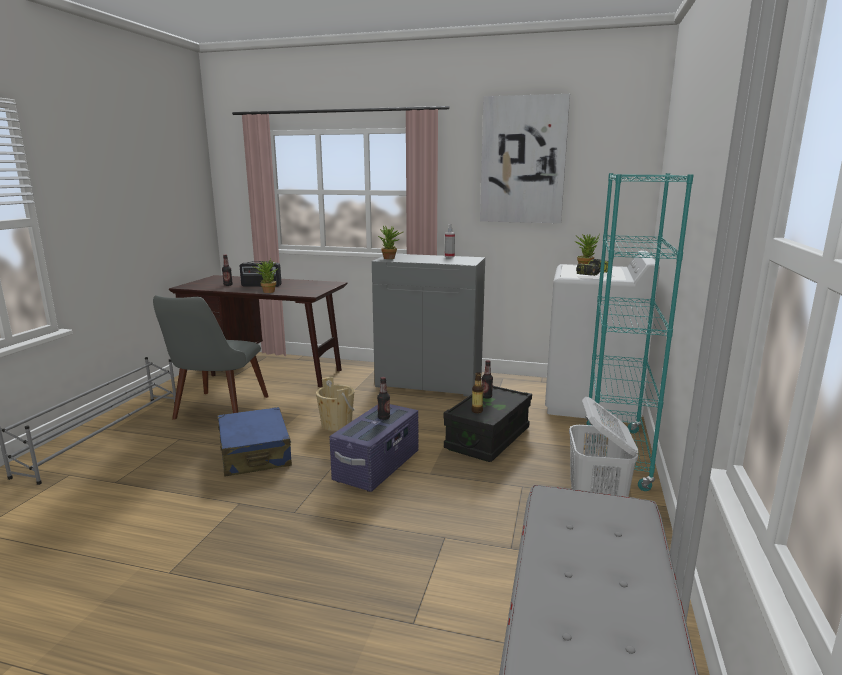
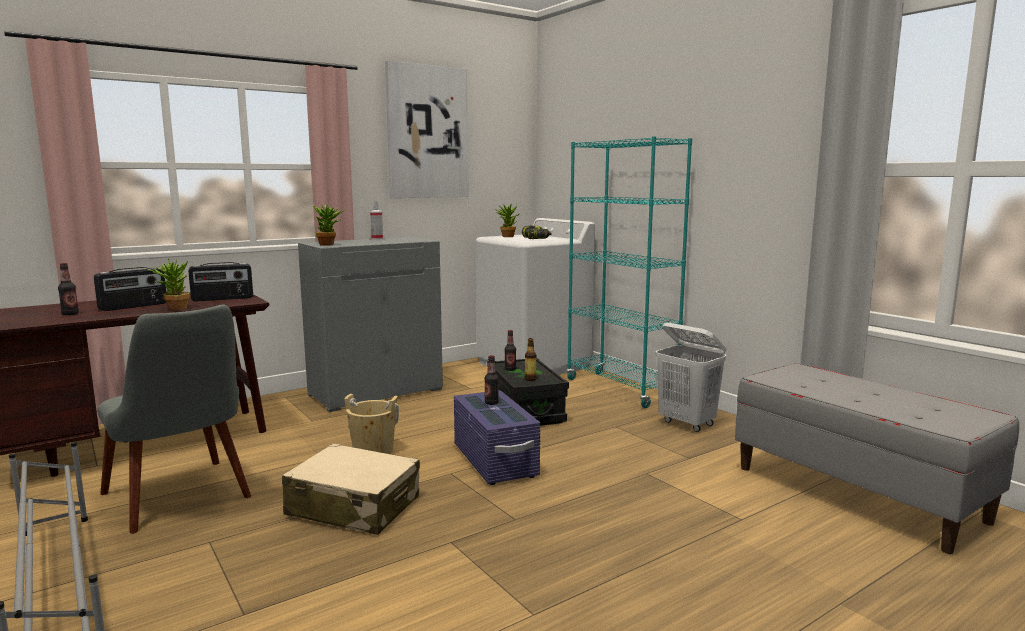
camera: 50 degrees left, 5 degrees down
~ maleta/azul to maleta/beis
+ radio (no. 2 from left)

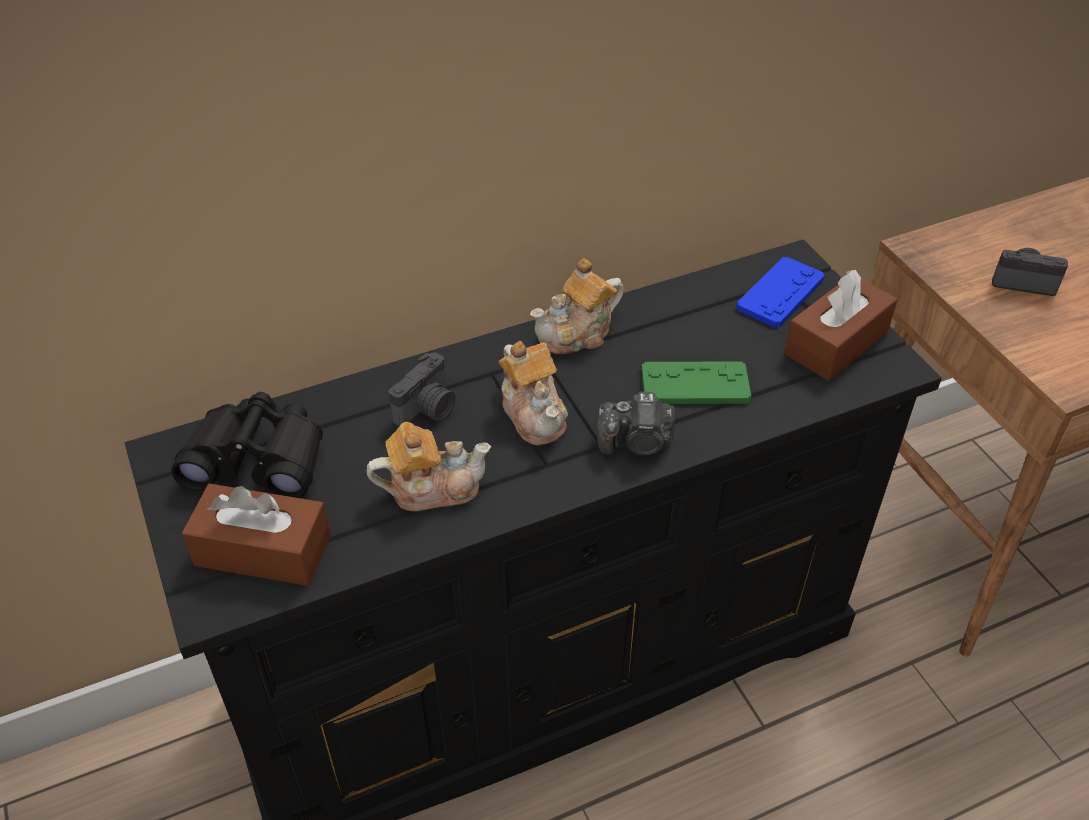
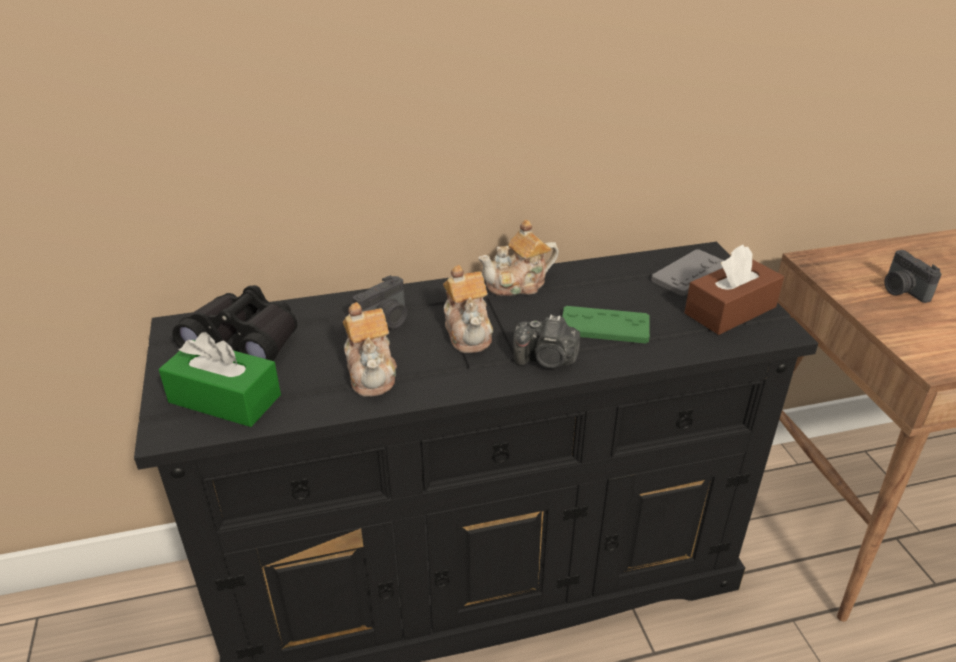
camera: 10 degrees right, 10 degrees down
~ caja de pañuelos/marrón (no. 1 from left) to caja de pañuelos/verde
~ tetera (no. 1 from left) 75 degrees clockwise
~ mando de consola/azul to mando de consola/gris
~ cámara (no. 3 from left) 135 degrees counterclockwise

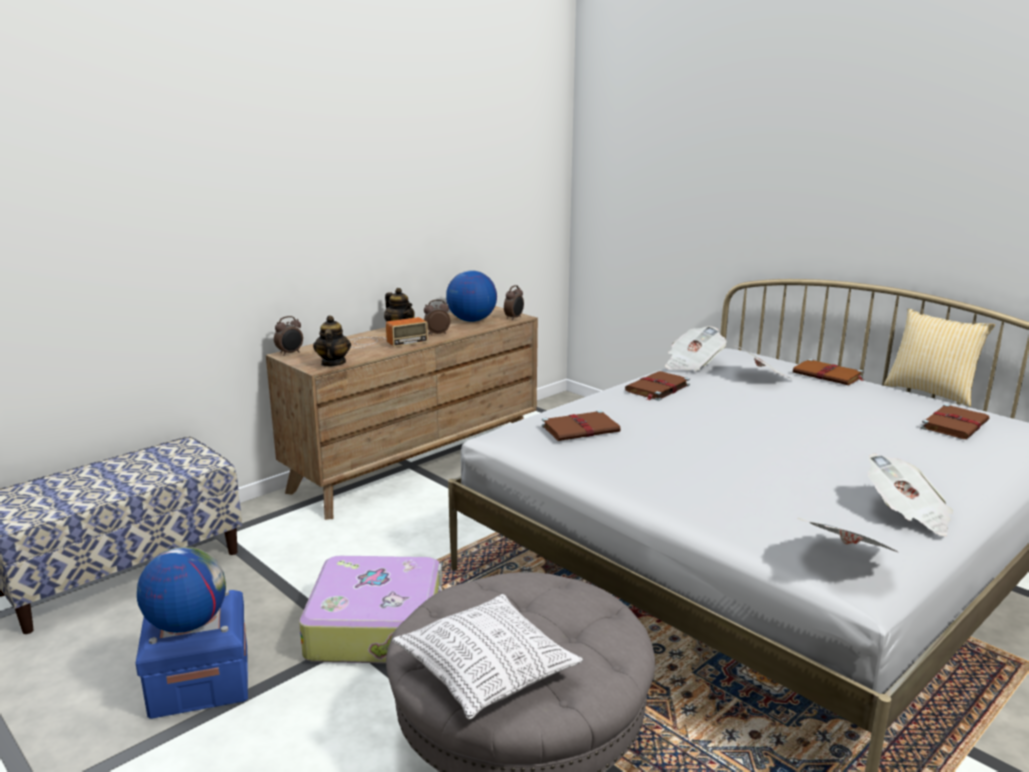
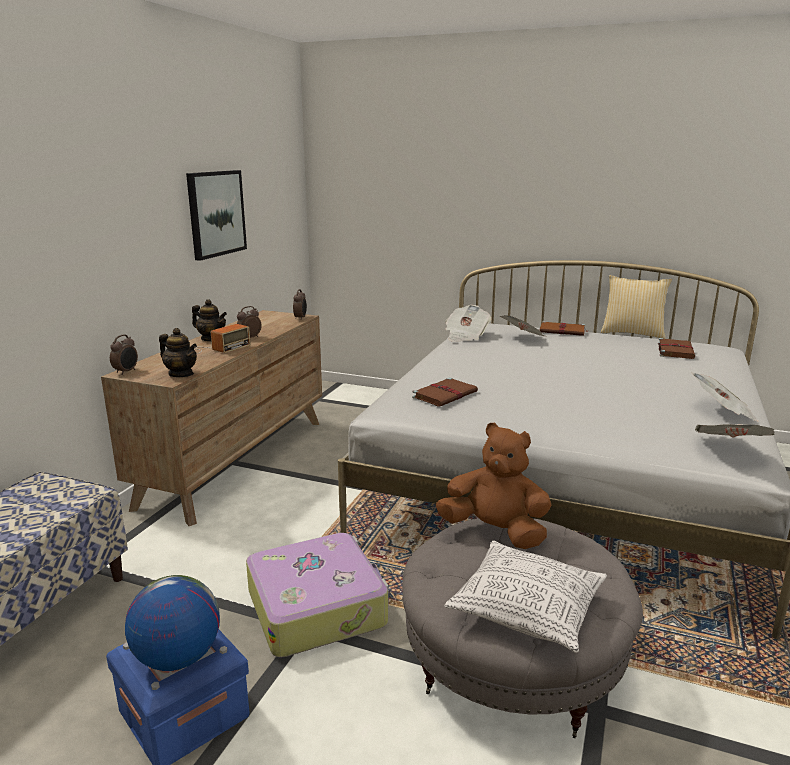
camera: 25 degrees left, 0 degrees up
~ tetera (no. 1 from left) 150 degrees clockwise
- globo terráqueo (no. 2 from left)
- libro/marrón (no. 2 from left)
+ cuadro
+ peluche/marrón

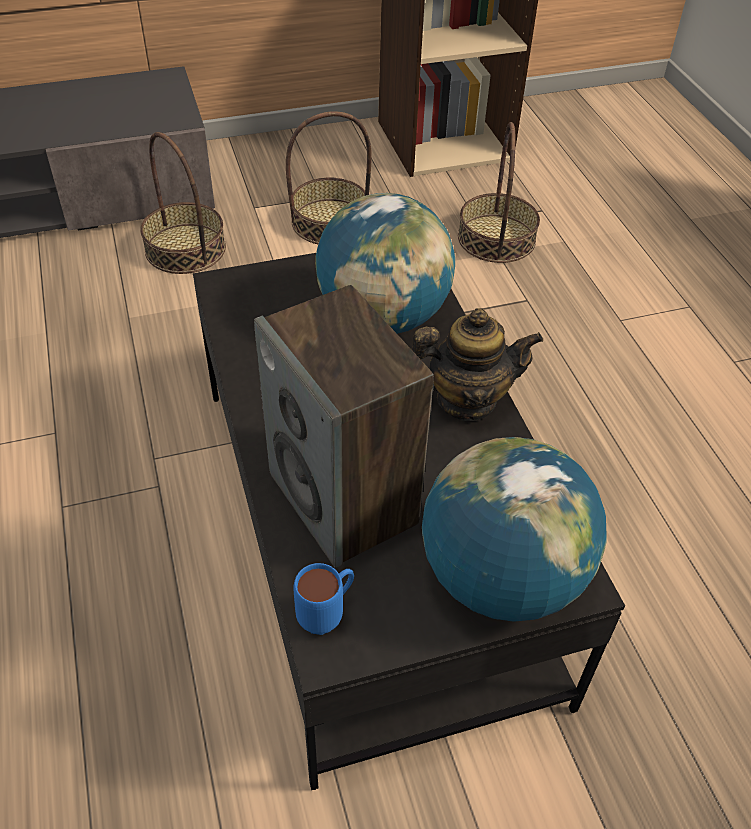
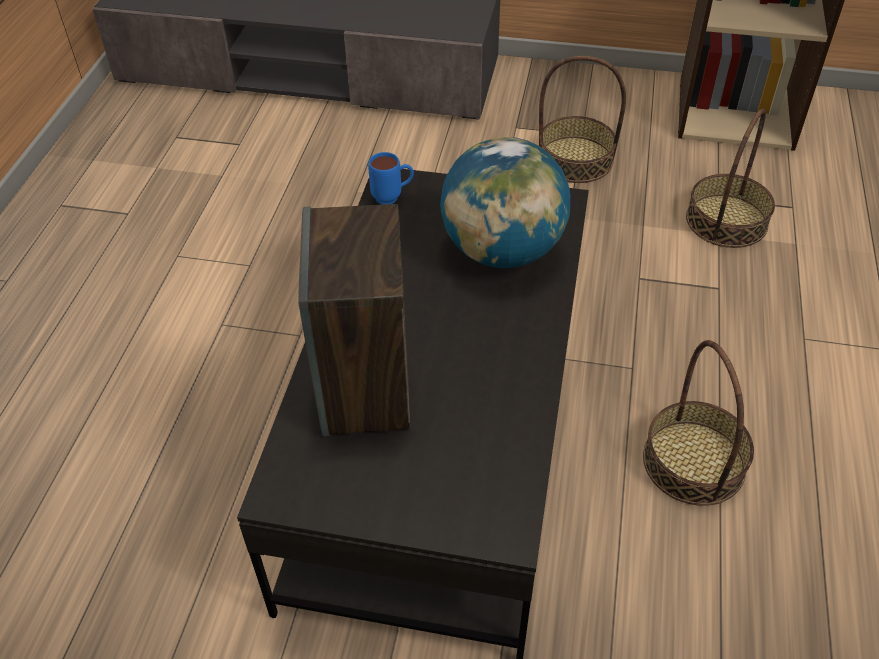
camera: 30 degrees right, 0 degrees up
~ cesta (no. 1 from left in the first image) to cesta (no. 2 from left)
~ taza grande/azul
- tetera
- globo terráqueo (no. 2 from left)

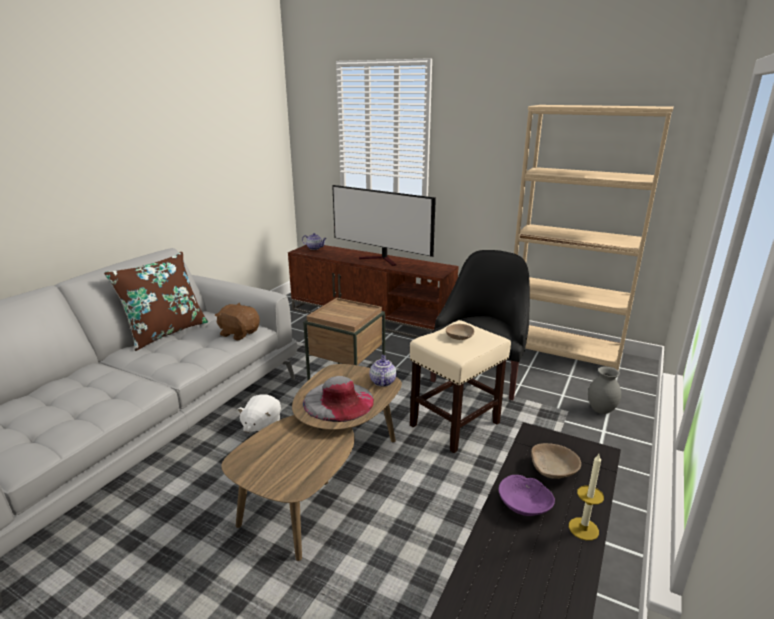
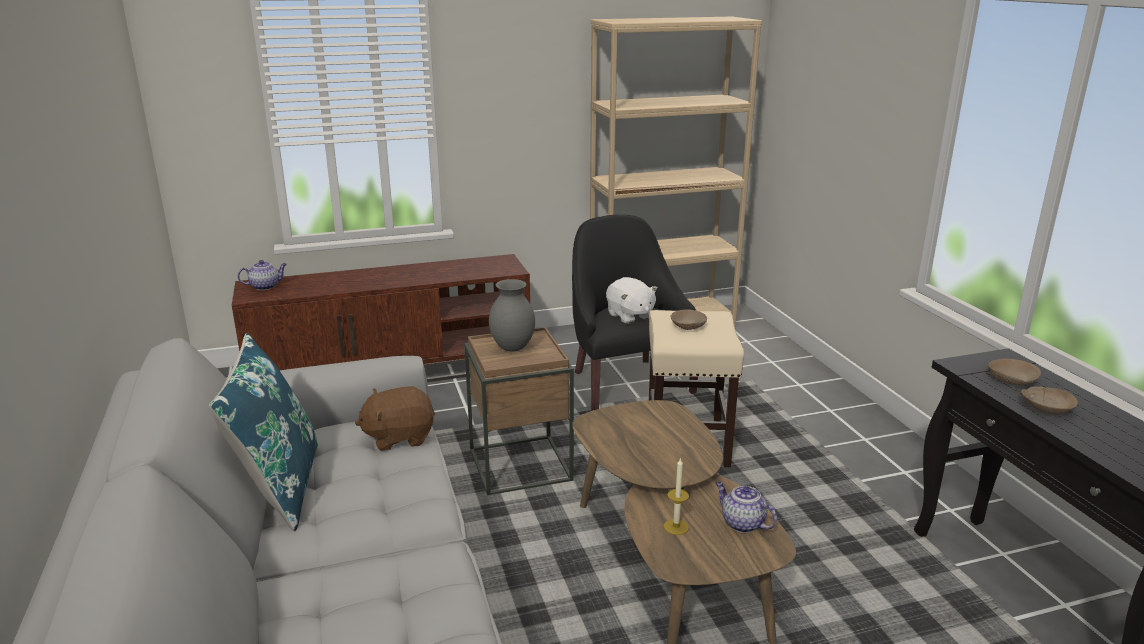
camera: 45 degrees left, 0 degrees up
~ cojín/marrón to cojín/azul
~ peluche/blanco
- sombrero/gris
- televisor
~ tetera (no. 2 from left)
~ cuenco/morado to cuenco/beis (no. 3 from left)
~ vela
~ florero/gris

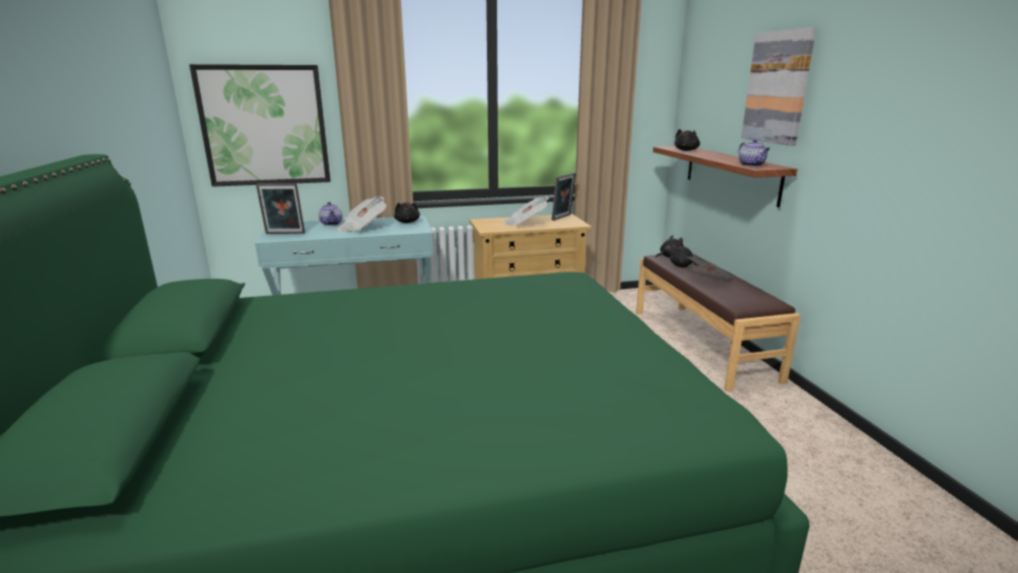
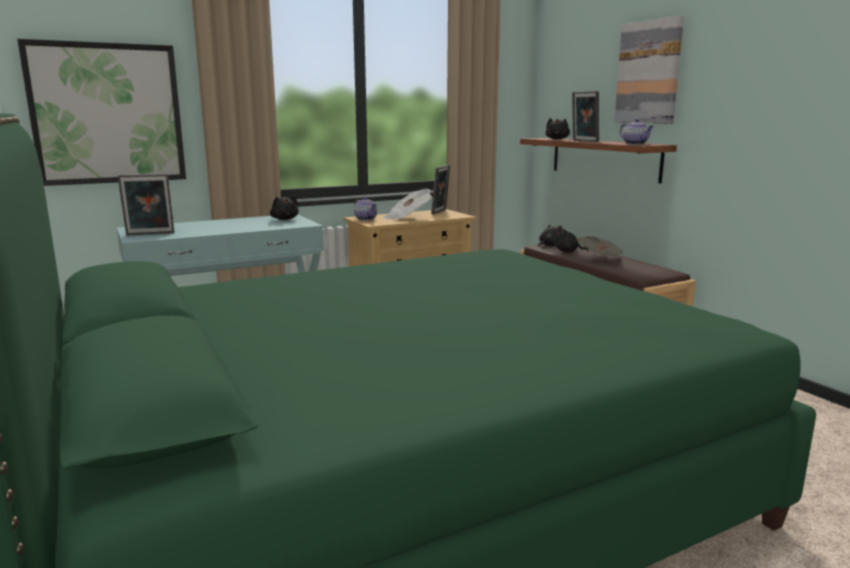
camera: 15 degrees left, 5 degrees down
~ tetera (no. 1 from left)
- periódico (no. 1 from left)
+ portarretratos (no. 3 from left)

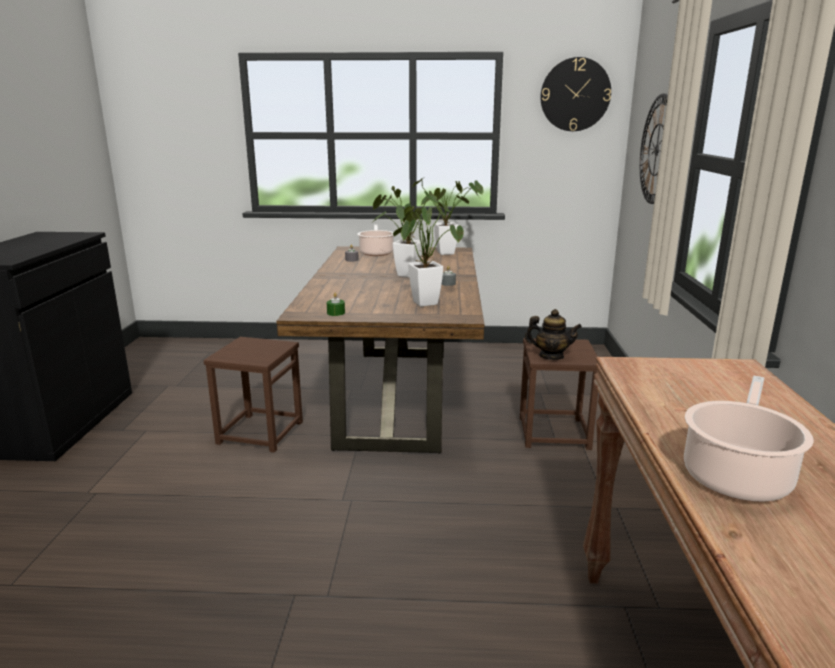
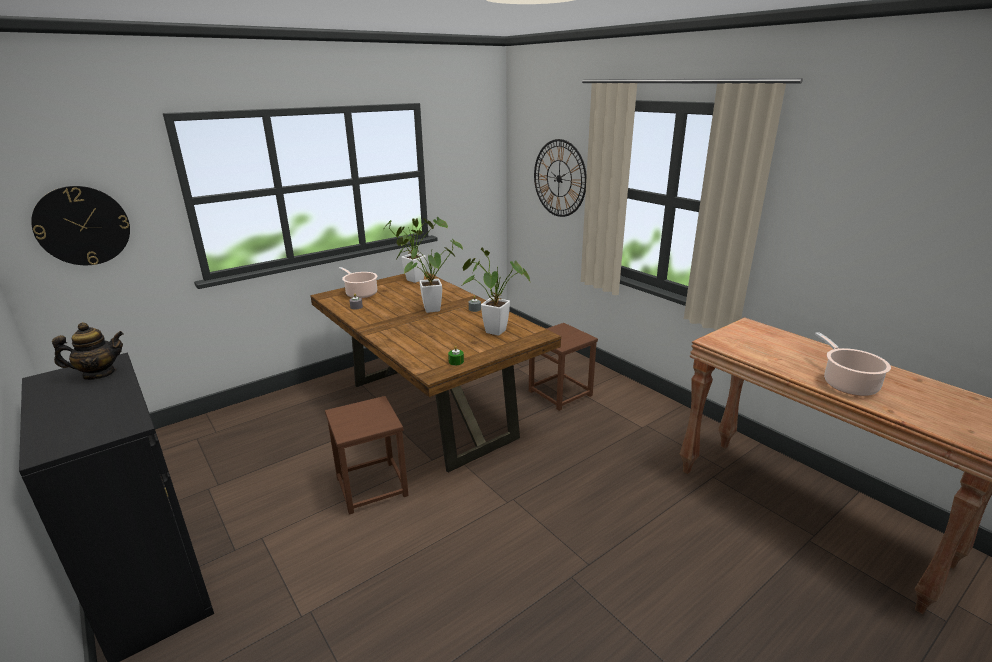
camera: 40 degrees left, 5 degrees up
~ tetera
~ reloj de pared (no. 1 from left)

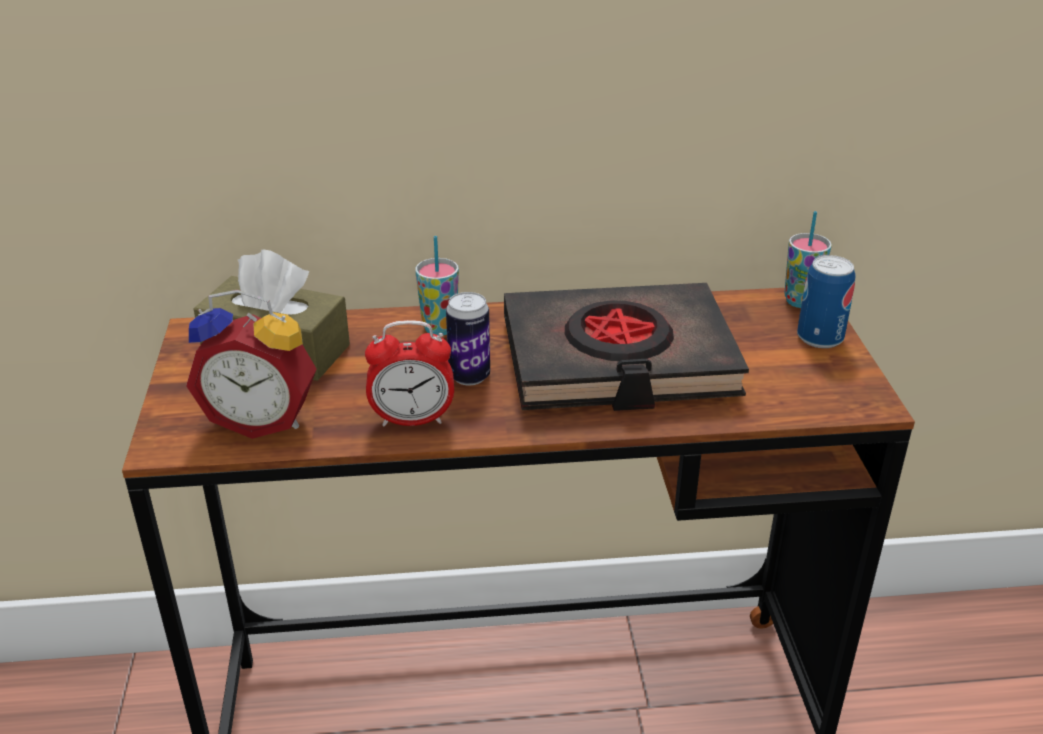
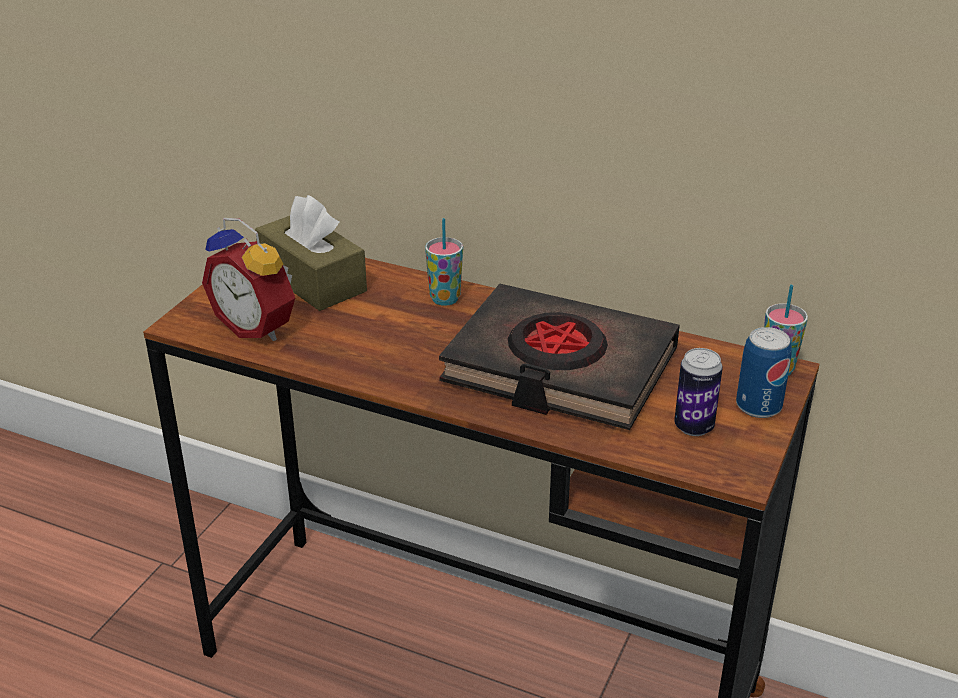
camera: 30 degrees right, 0 degrees up
- despertador (no. 2 from left)
~ lata (no. 1 from left)

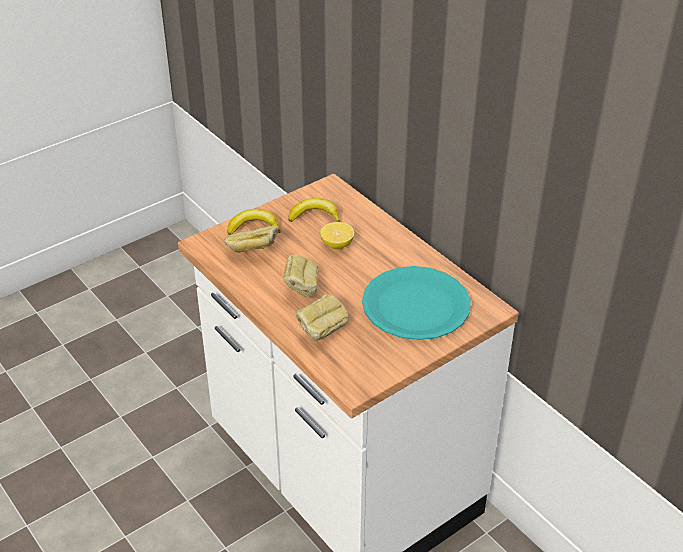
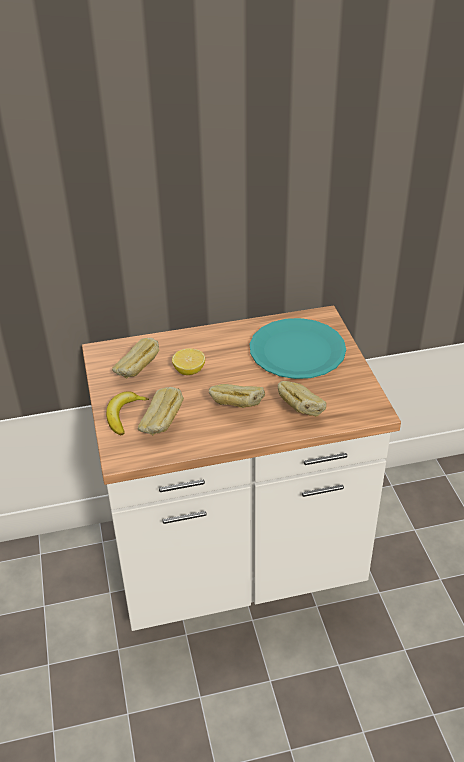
camera: 65 degrees left, 0 degrees up
~ plátano (no. 2 from left) to pan (no. 1 from left)

